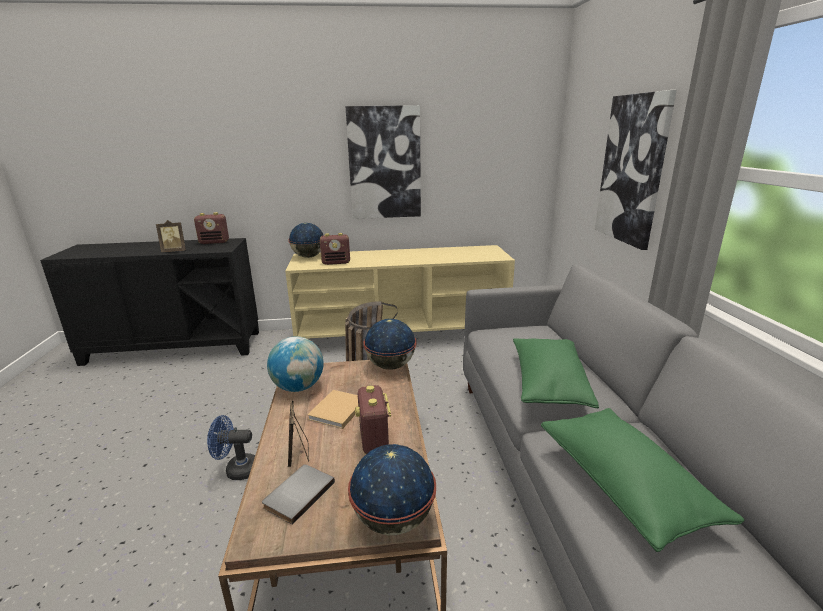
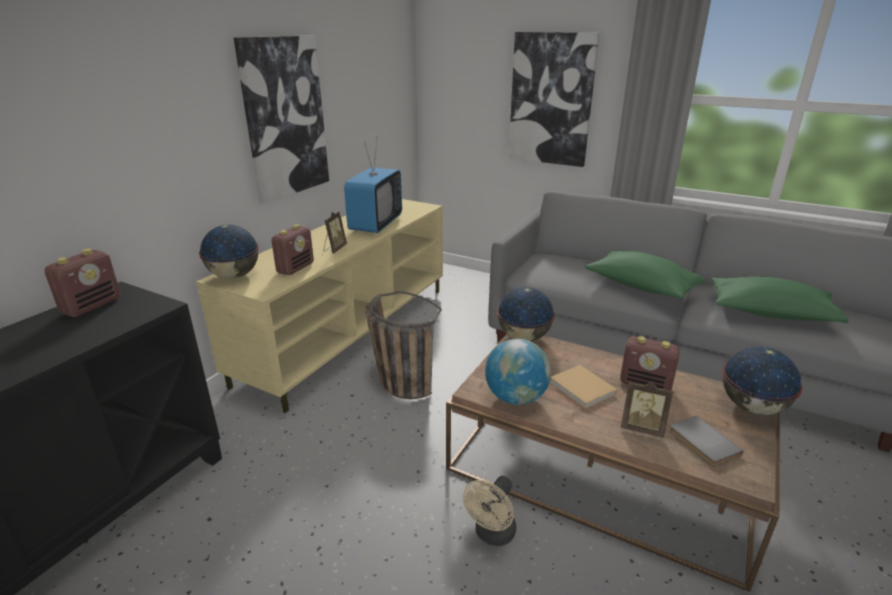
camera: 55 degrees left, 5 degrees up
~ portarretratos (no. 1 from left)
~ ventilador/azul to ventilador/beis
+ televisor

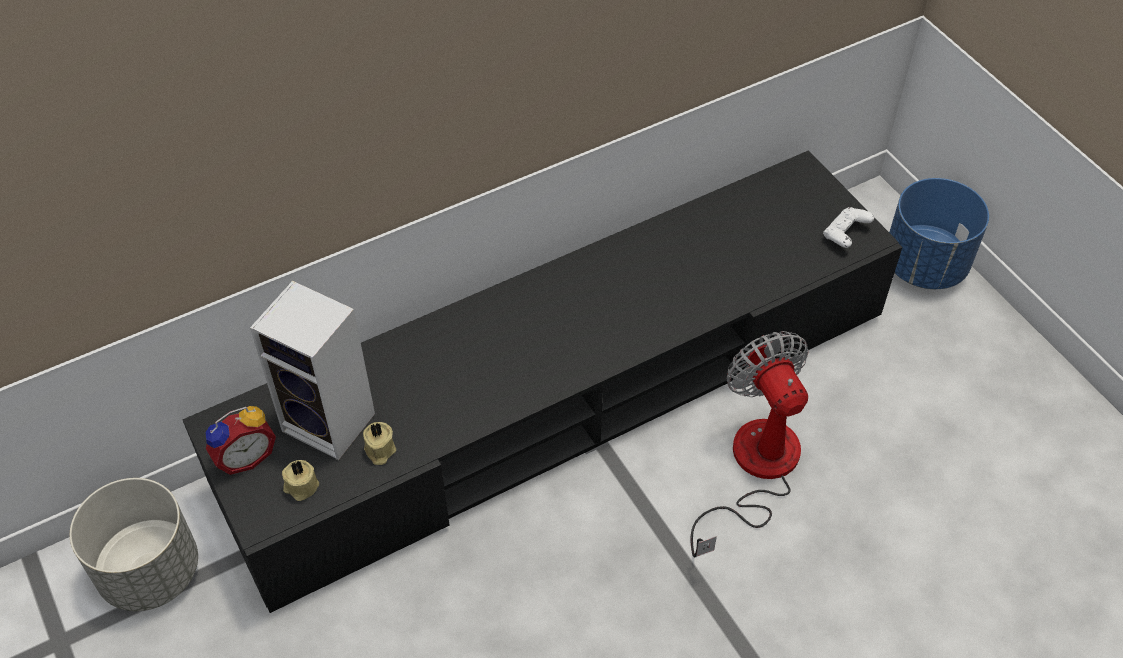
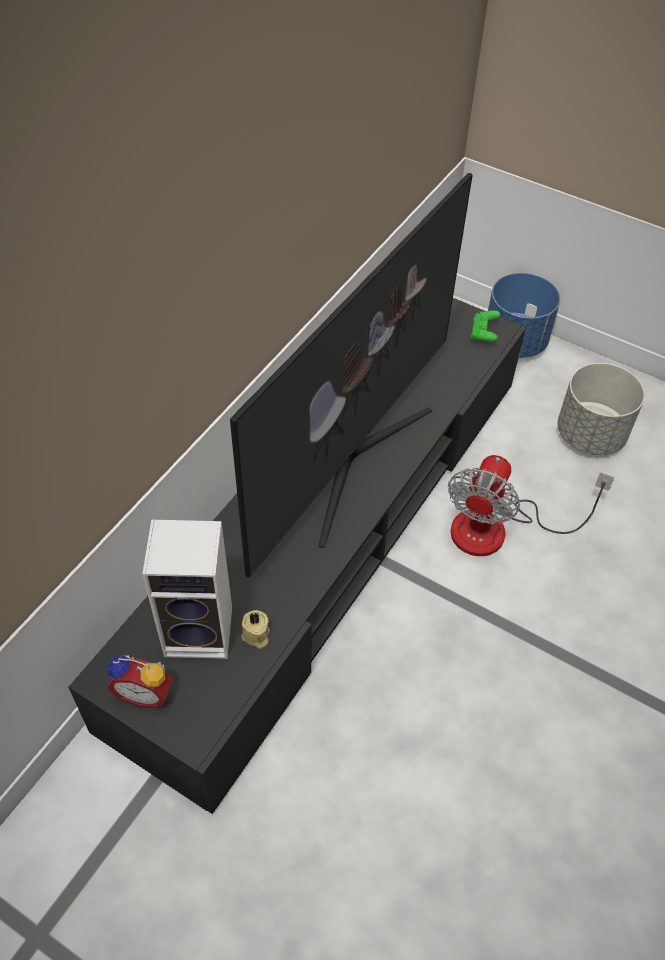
camera: 30 degrees left, 0 degrees up
~ maceta/gris
~ despertador 75 degrees clockwise
- vela/beis (no. 1 from left)
~ ventilador 105 degrees counterclockwise
~ mando de consola/blanco to mando de consola/verde
+ televisor

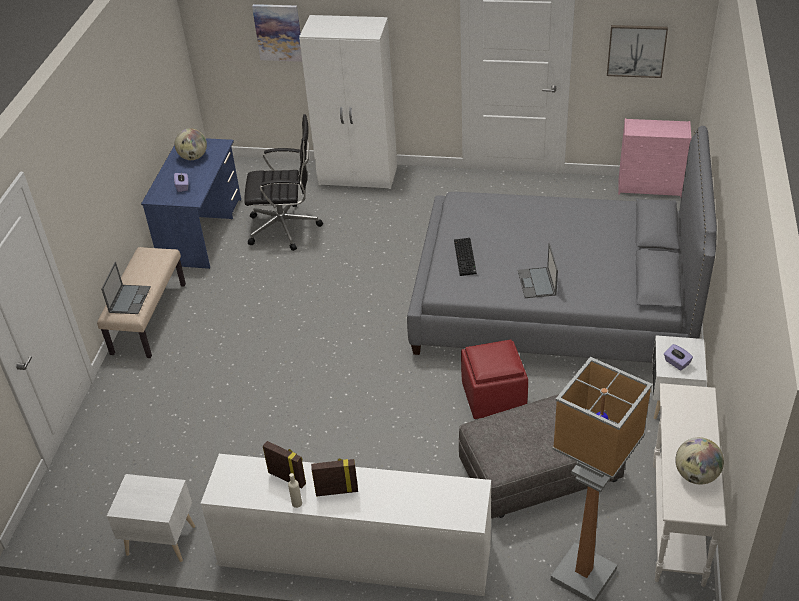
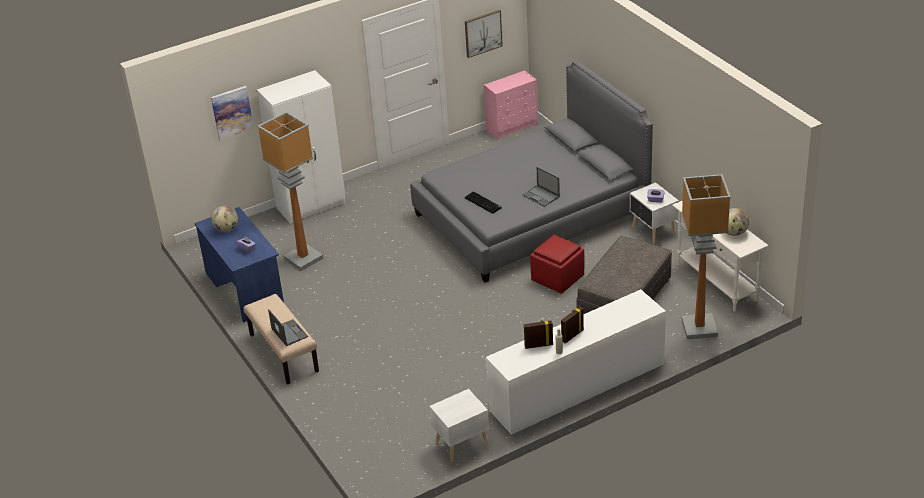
camera: 40 degrees left, 5 degrees down
~ silla de oficina/negro to lámpara de pie (no. 1 from left)

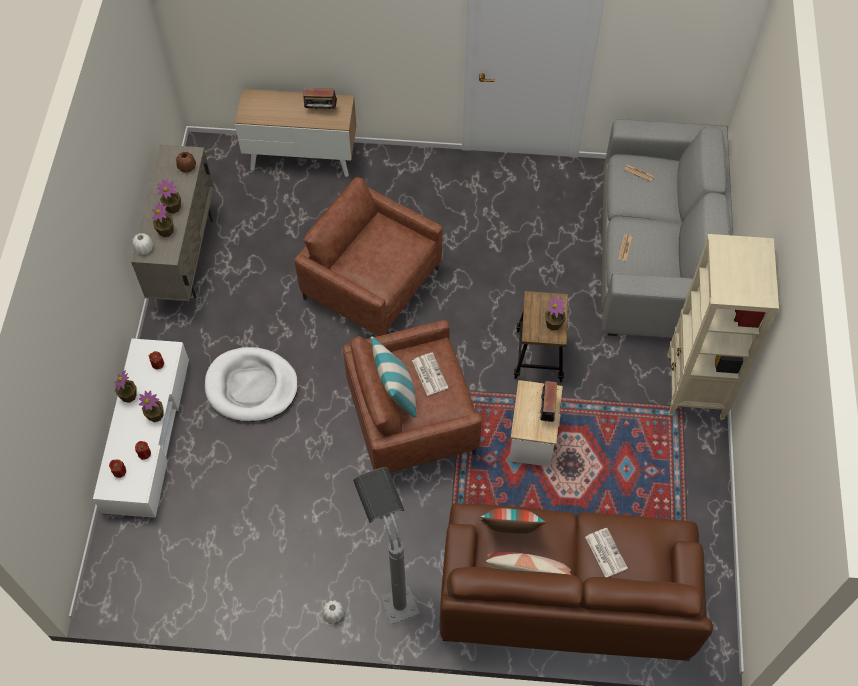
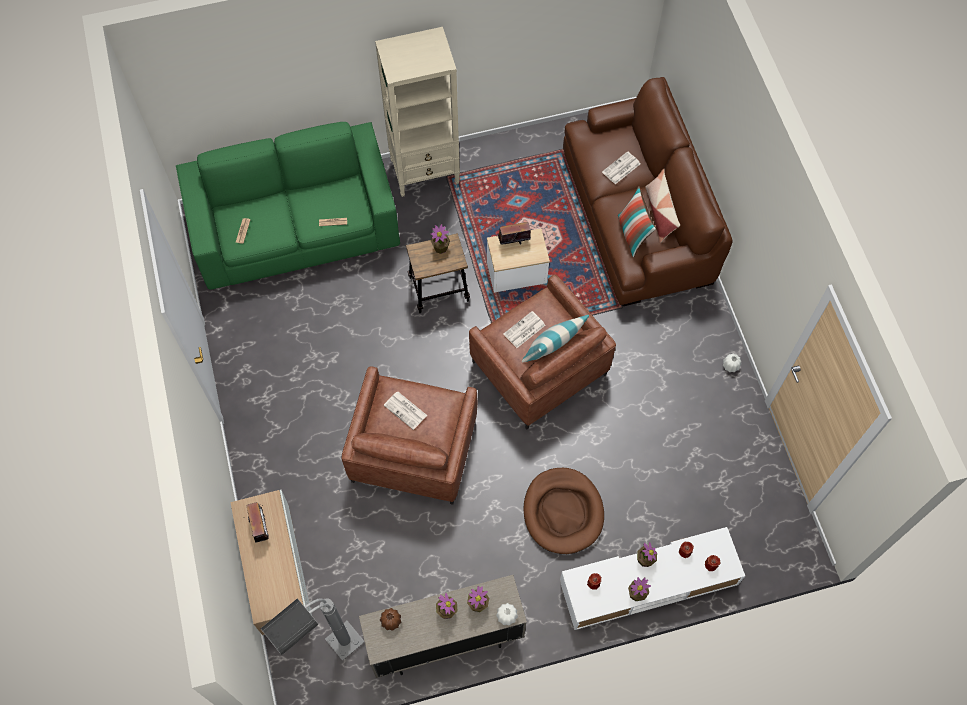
camera: 110 degrees left, 5 degrees up
~ cama para perro/blanco to cama para perro/marrón
~ lámpara de pie/gris
~ sofá/gris to sofá/verde
+ periódico (no. 3 from left)

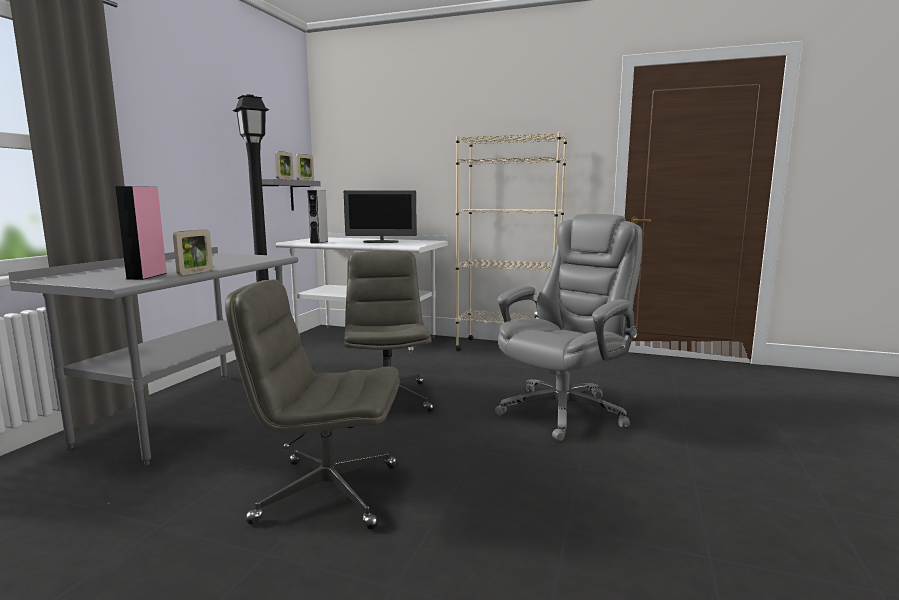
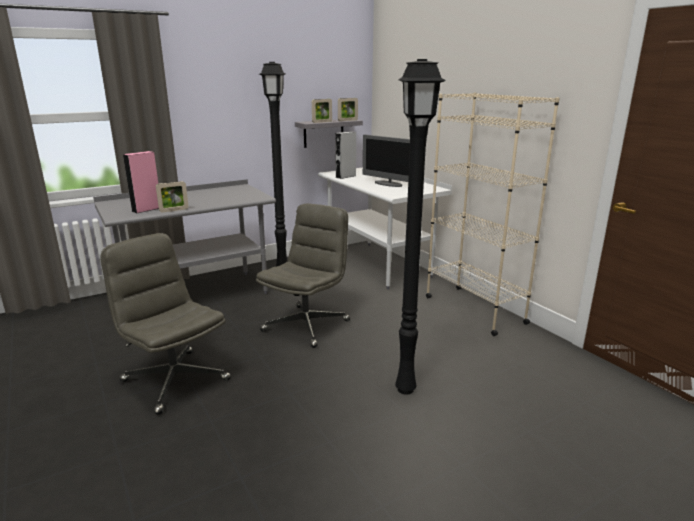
camera: 40 degrees right, 10 degrees up
~ silla de oficina/gris (no. 3 from left) to lámpara de pie/negro (no. 2 from left)

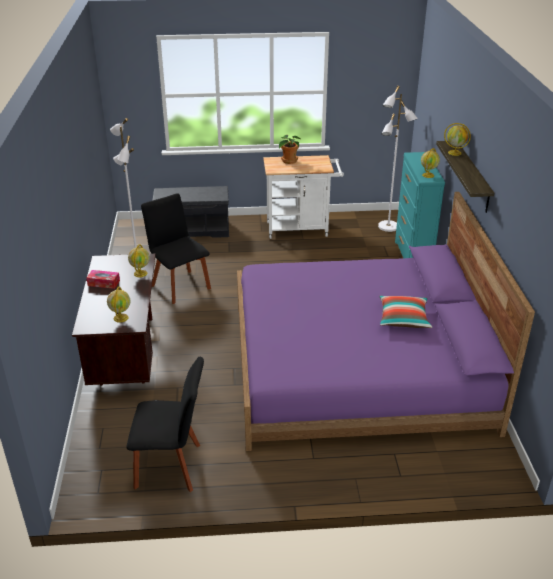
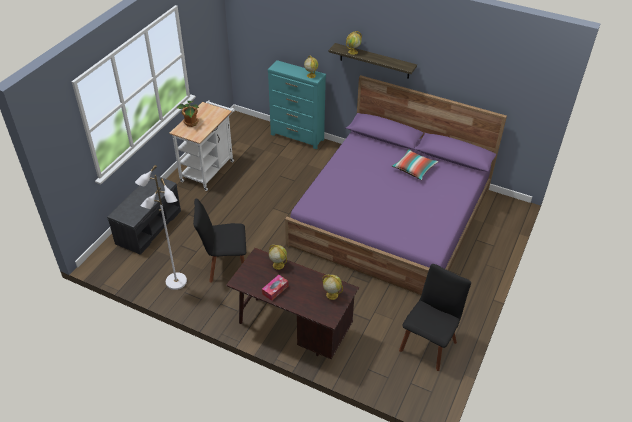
camera: 60 degrees left, 10 degrees up
- lámpara de pie/blanco (no. 2 from left)

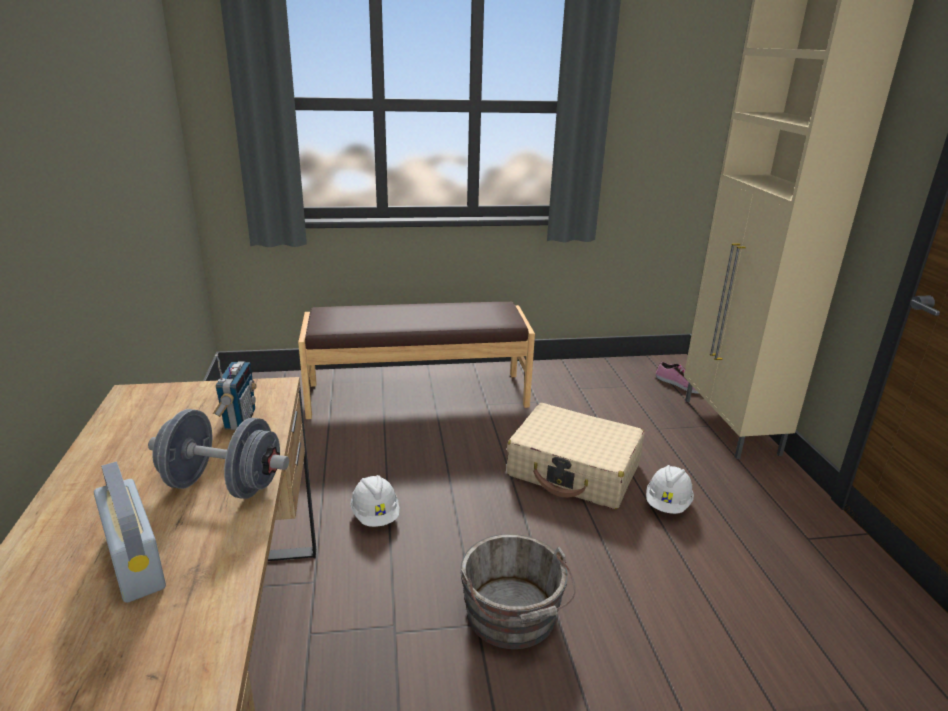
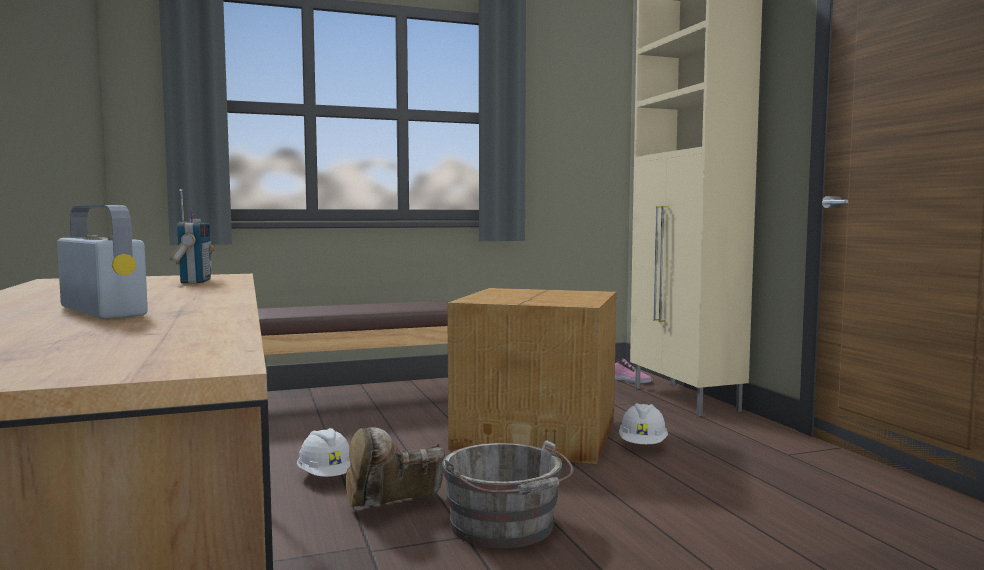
camera: 10 degrees left, 20 degrees down
- mancuerna/gris
~ maleta/beis to caja de cartón
+ bota/marrón

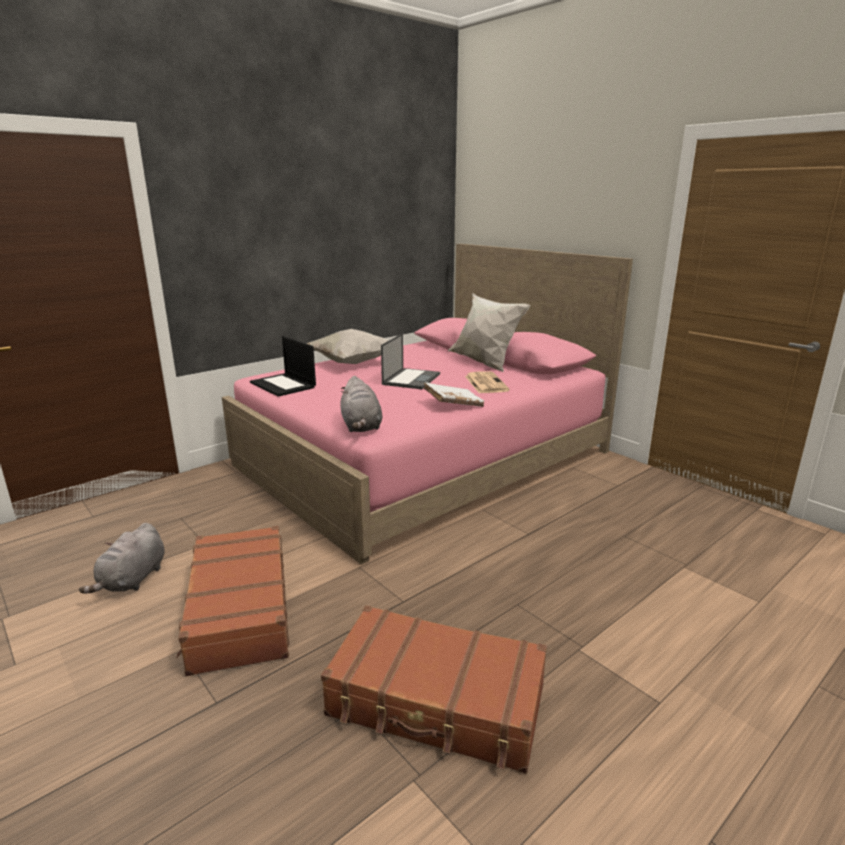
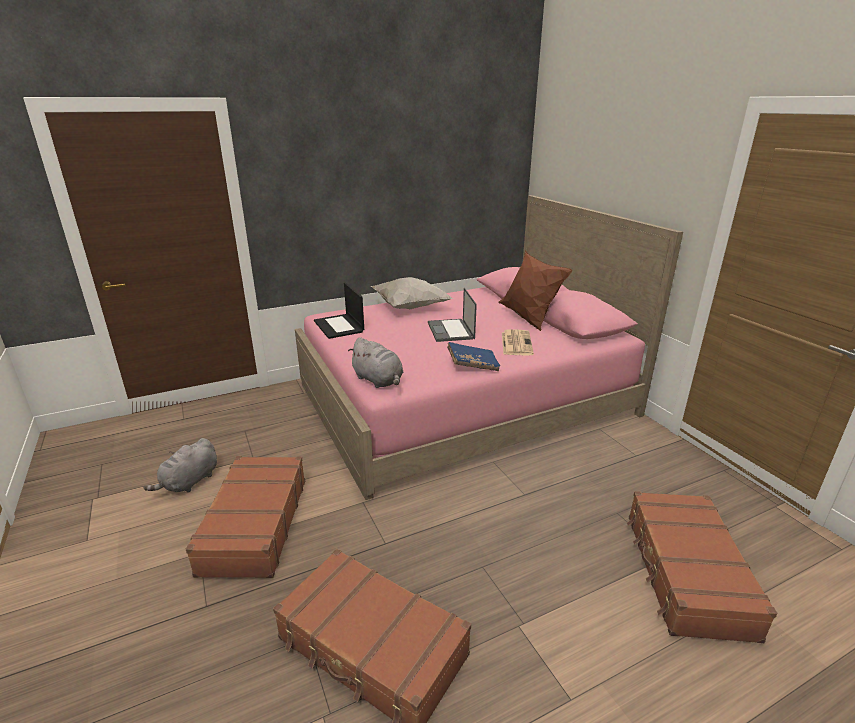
camera: 15 degrees right, 5 degrees up
~ peluche/gris (no. 2 from left) 45 degrees counterclockwise
~ portátil (no. 2 from left) 135 degrees clockwise
~ libro/blanco to libro/azul
~ cojín/blanco (no. 2 from left) to cojín/marrón
+ maleta/marrón (no. 3 from left)

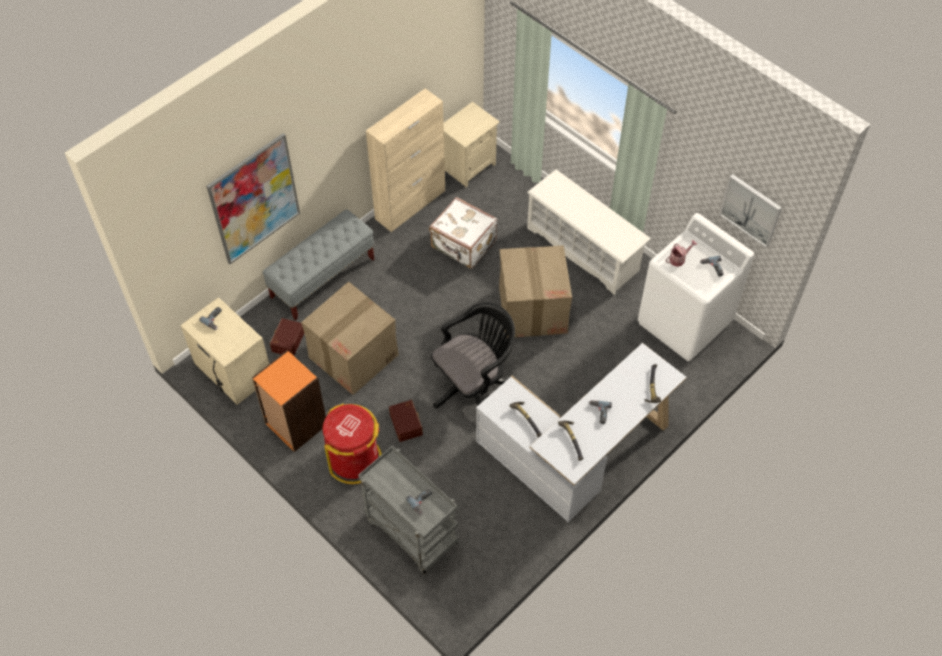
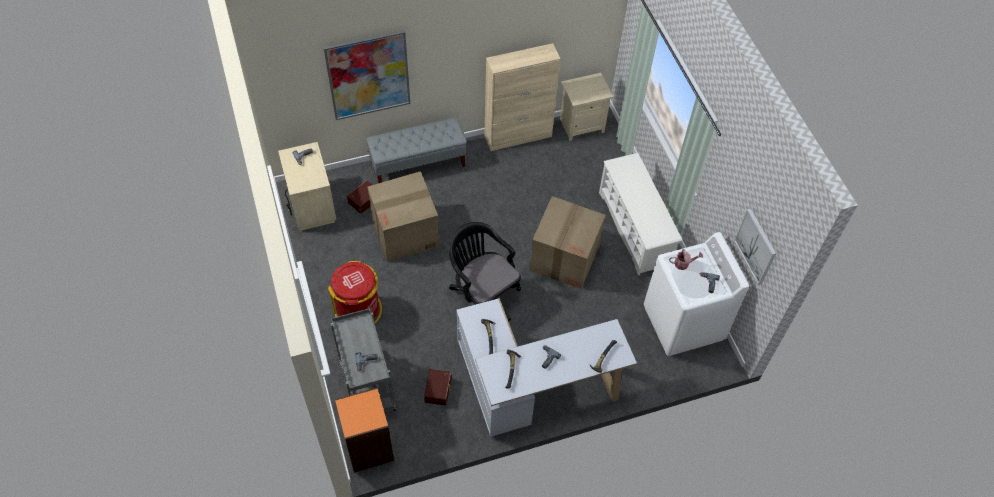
camera: 25 degrees right, 0 degrees up
~ estantería/naranja
~ caja de almacenaje/marrón (no. 2 from left)
- maleta/blanco
~ silla de oficina/negro 120 degrees counterclockwise

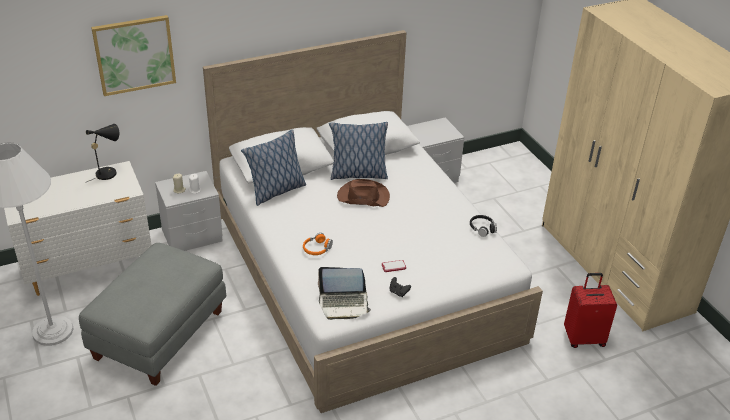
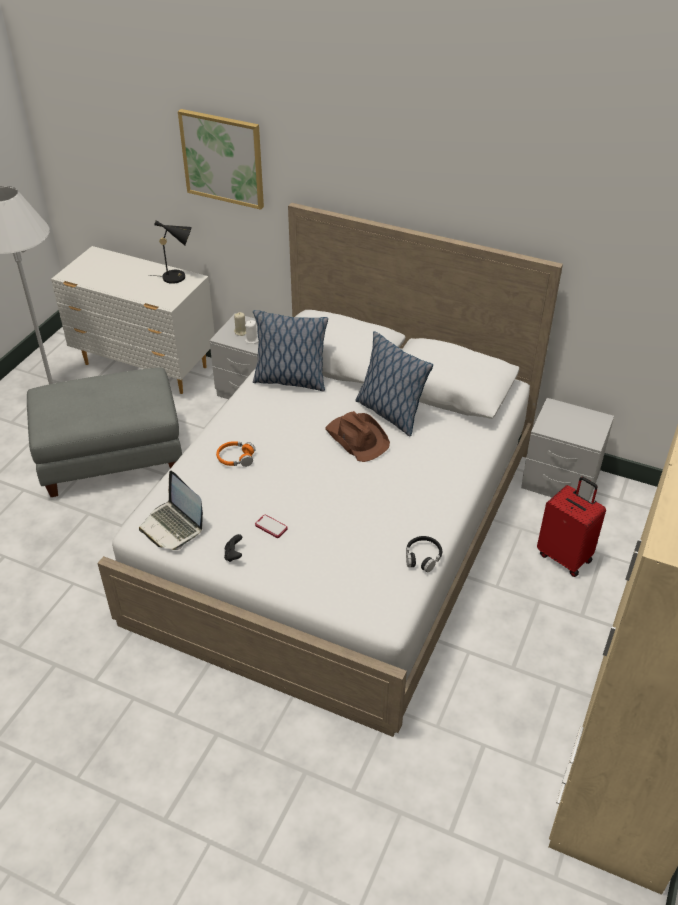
camera: 50 degrees right, 5 degrees up
~ maleta/rojo

